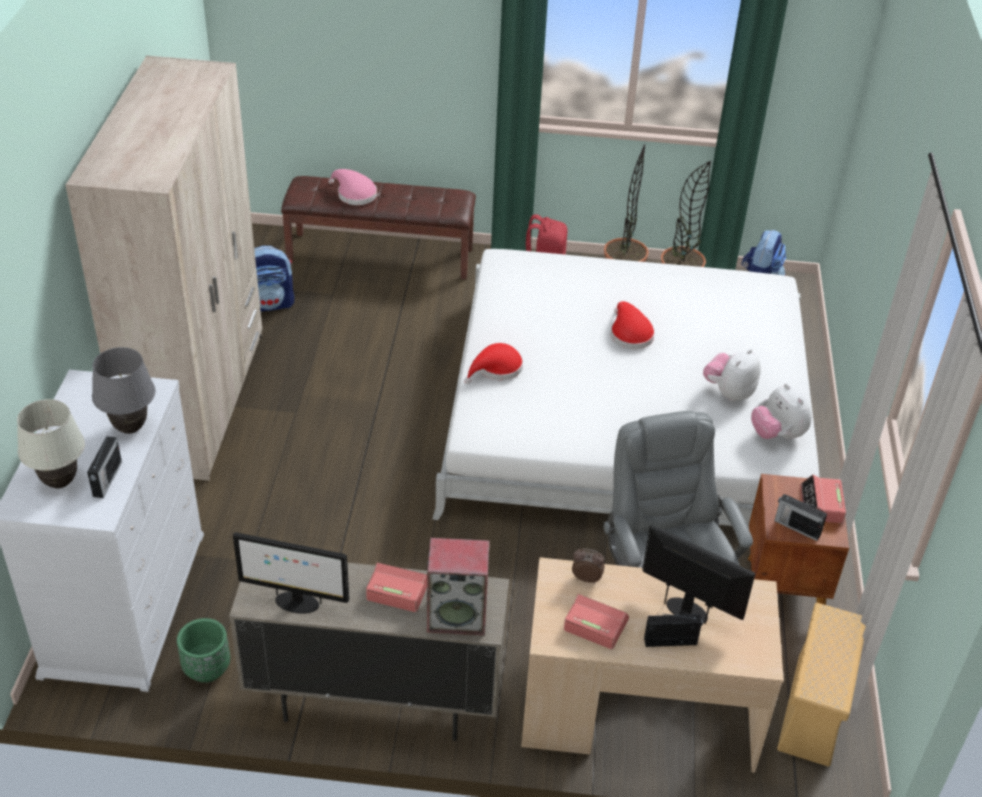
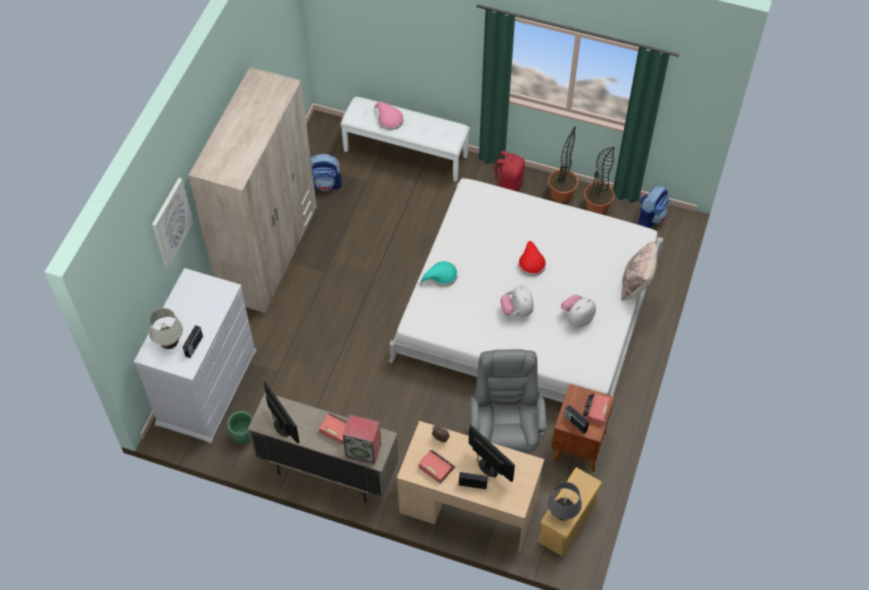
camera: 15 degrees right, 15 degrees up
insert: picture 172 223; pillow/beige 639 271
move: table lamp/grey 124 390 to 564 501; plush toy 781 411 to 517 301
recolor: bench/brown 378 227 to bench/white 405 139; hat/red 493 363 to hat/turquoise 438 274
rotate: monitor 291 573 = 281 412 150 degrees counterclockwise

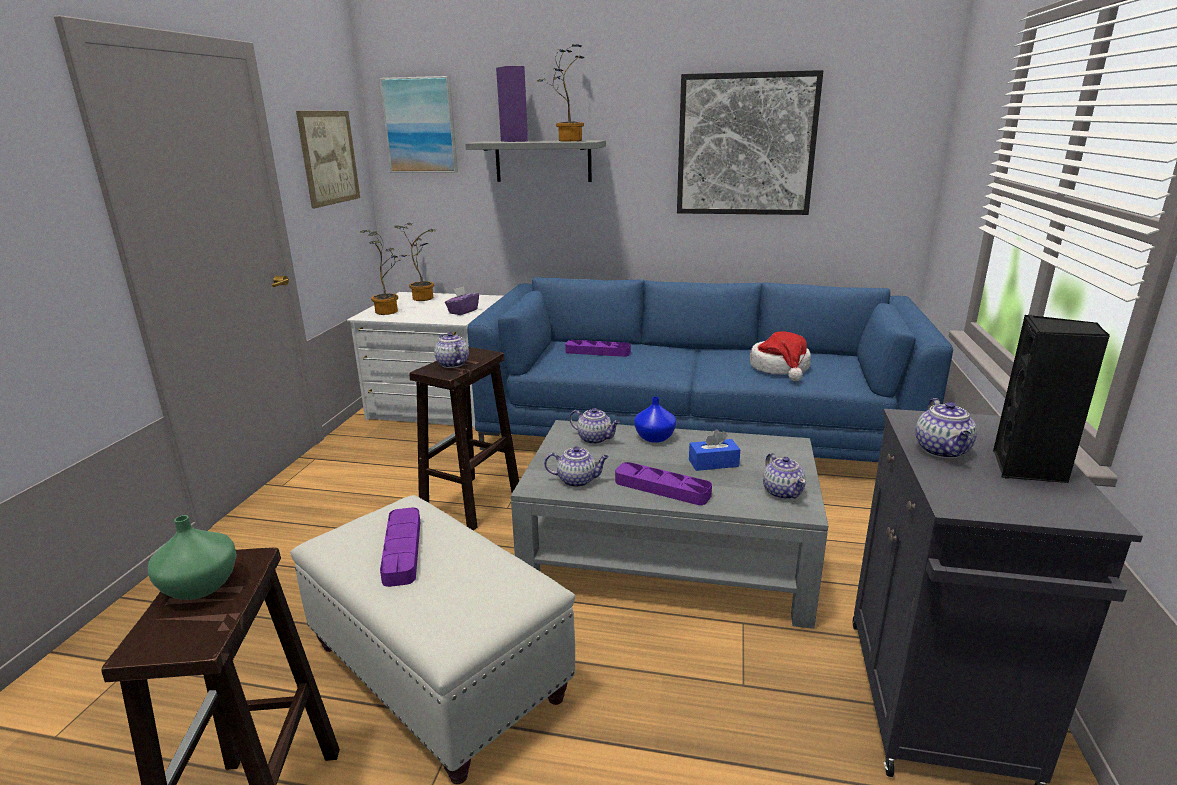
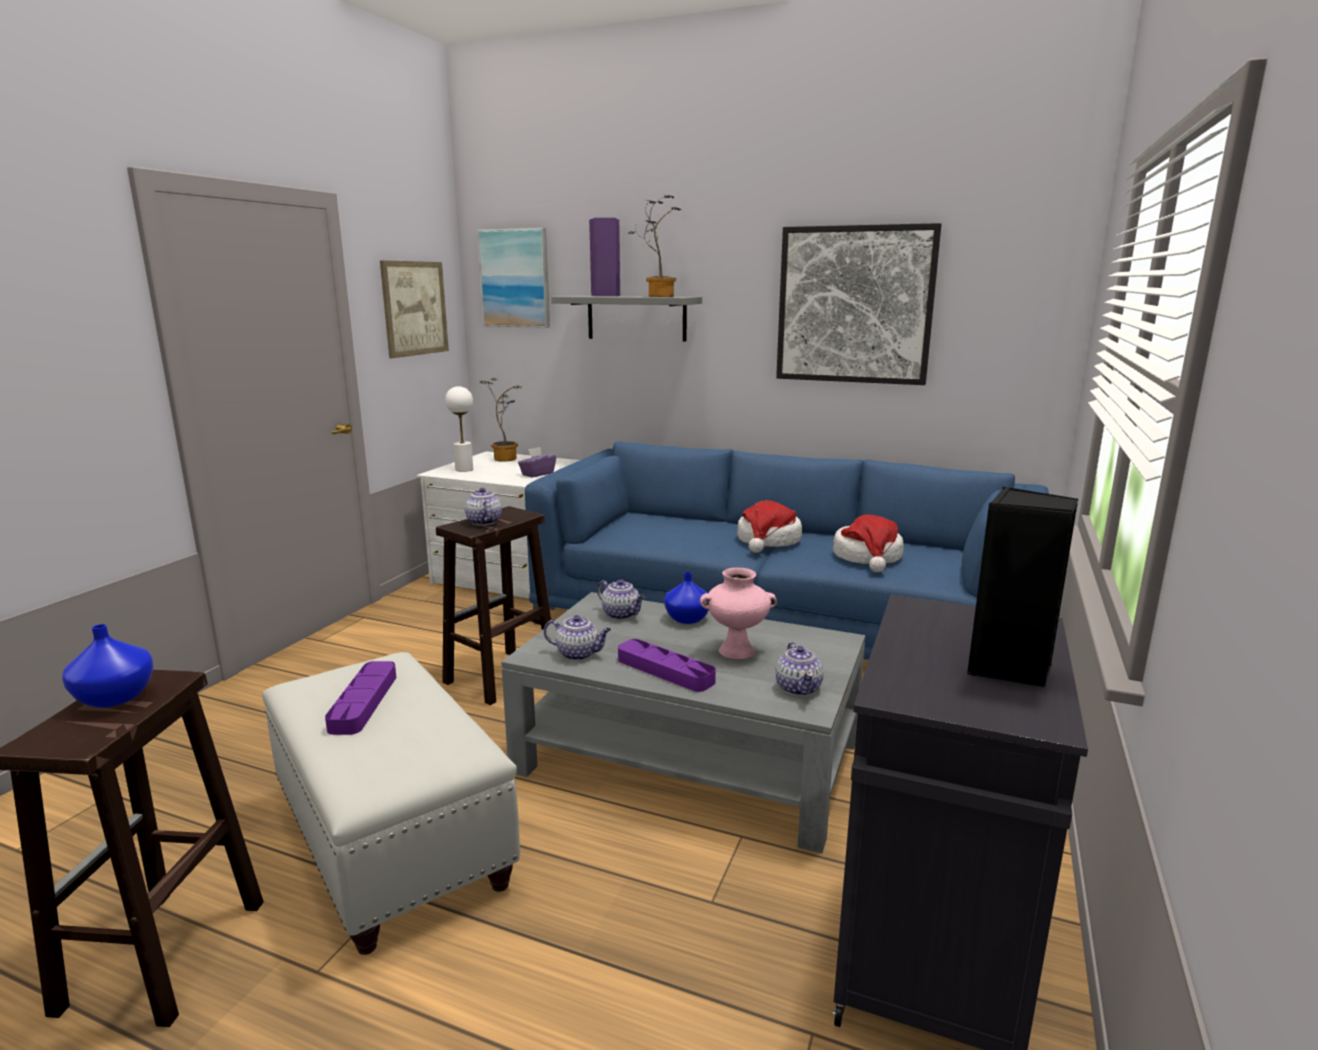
camera: 10 degrees right, 5 degrees down
delete: tray/purple 598 348; teapot 946 428
insert: hat 769 526
replace: potted plant 384 272 to table lamp/white 459 429; tissue box/blue 714 450 to vase/pink 738 613
recolor: vase/green 192 557 to vase/blue 108 666

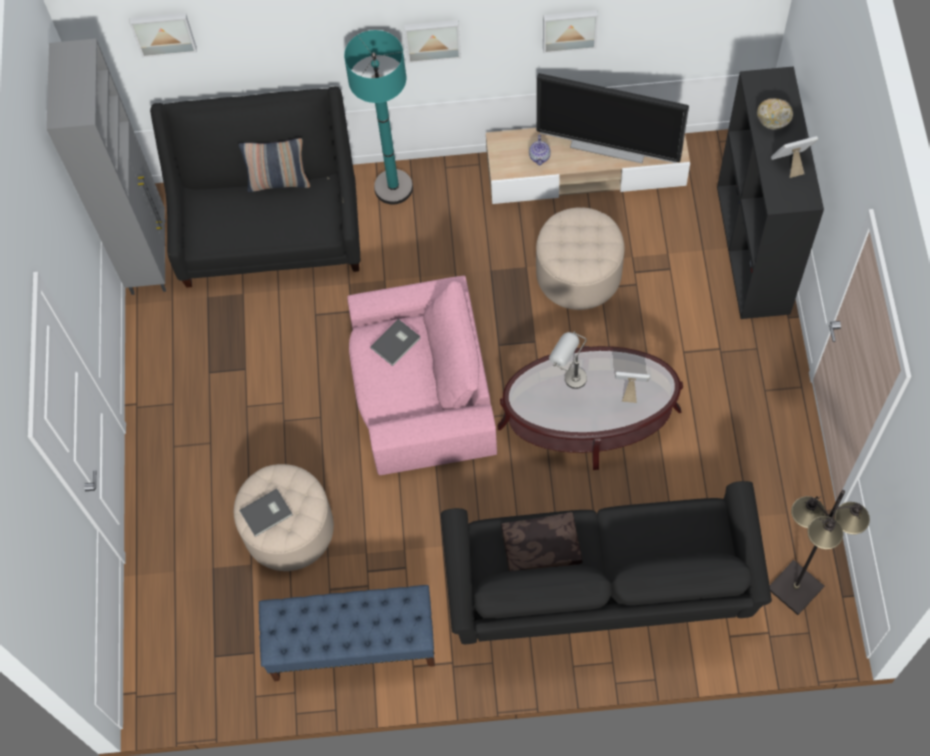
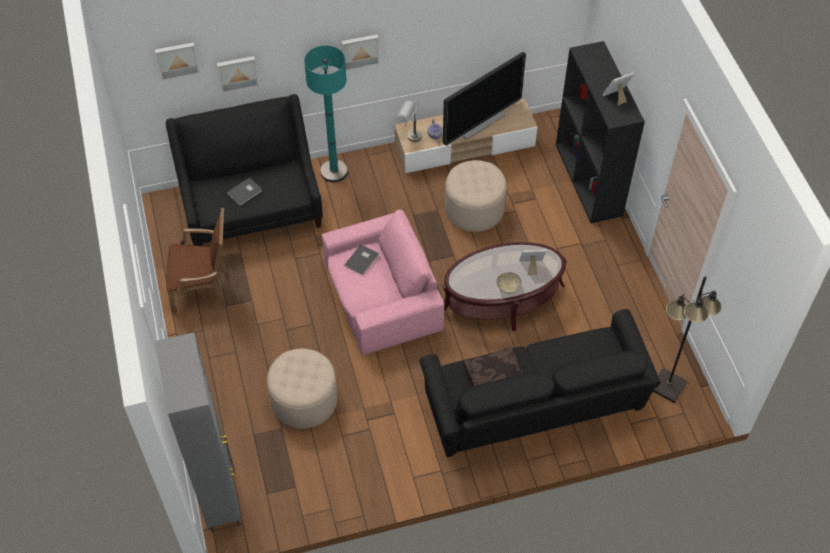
camera: 15 degrees left, 10 degrees down
delete: pillow 274 165; bench/blue 347 633
insert: armchair/brown 196 260
move: cabinet/grey 106 166 to 198 432; book/grey 266 513 to 244 191; picture 570 32 to 238 74; table lamp/grey 568 360 to 409 121; bowl 775 114 to 509 283
rotate: television 612 118 = 484 99 45 degrees counterclockwise

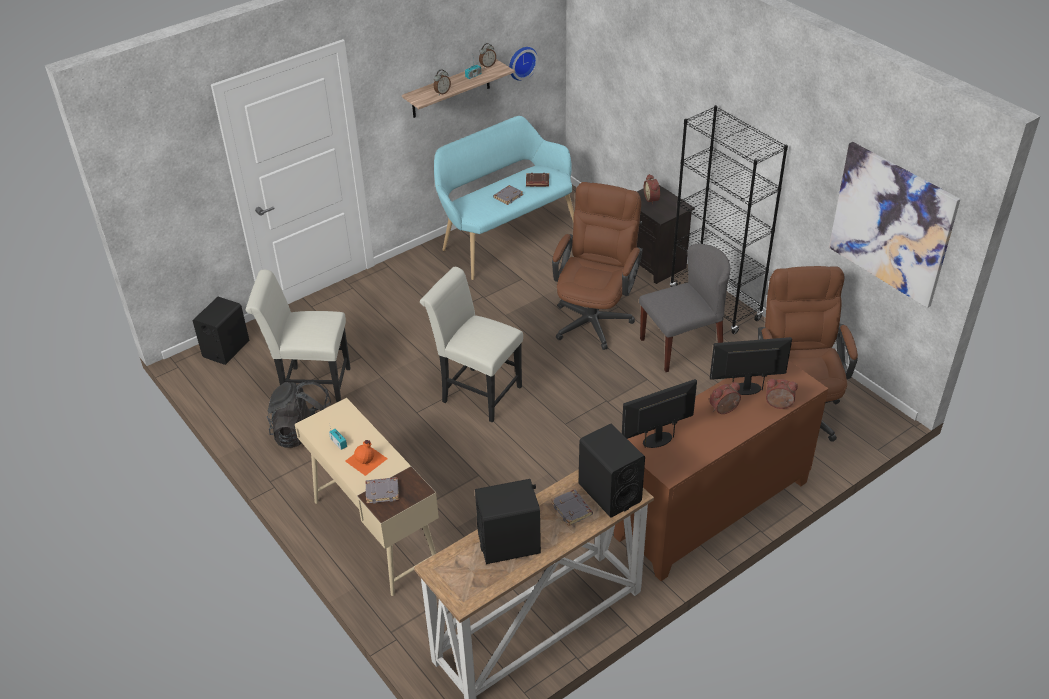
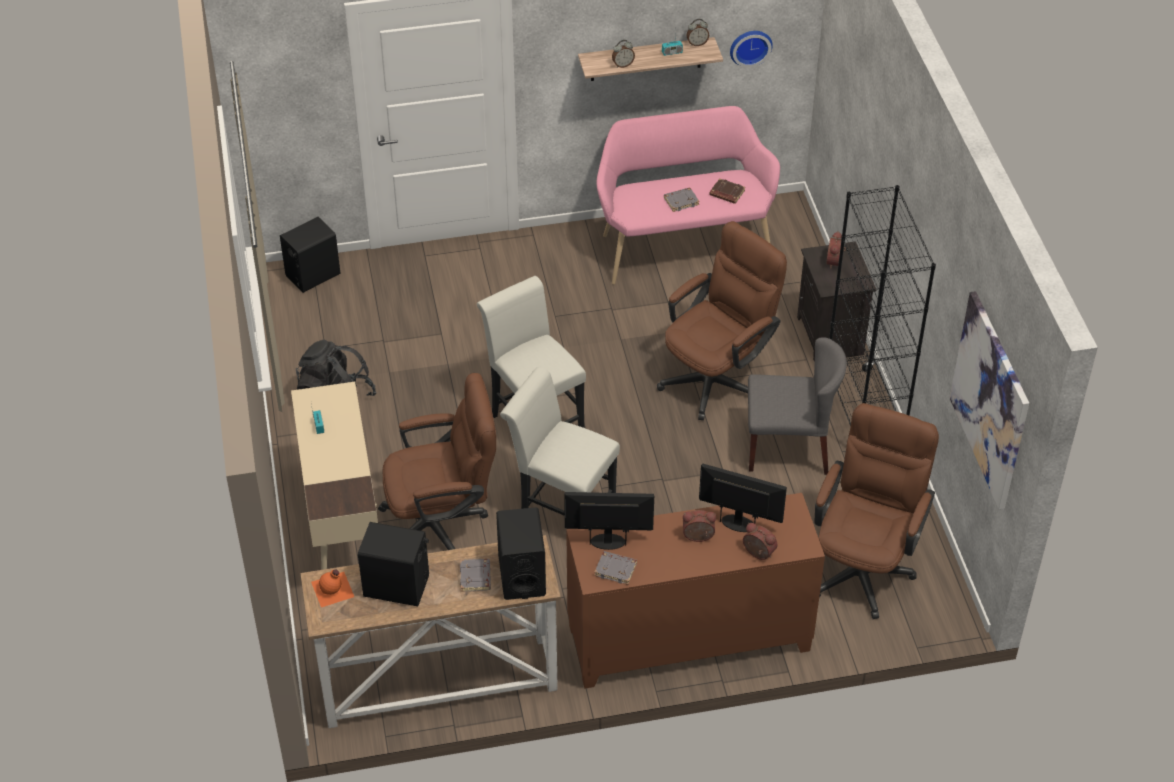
camera: 25 degrees right, 5 degrees up
insert: office chair/brown 437 461
move: chair/white 298 336 to 560 441; bottle/orange 366 458 to 332 588; book/grey 382 490 to 615 568
recolor: bench/turquoise 504 198 to bench/pink 688 195

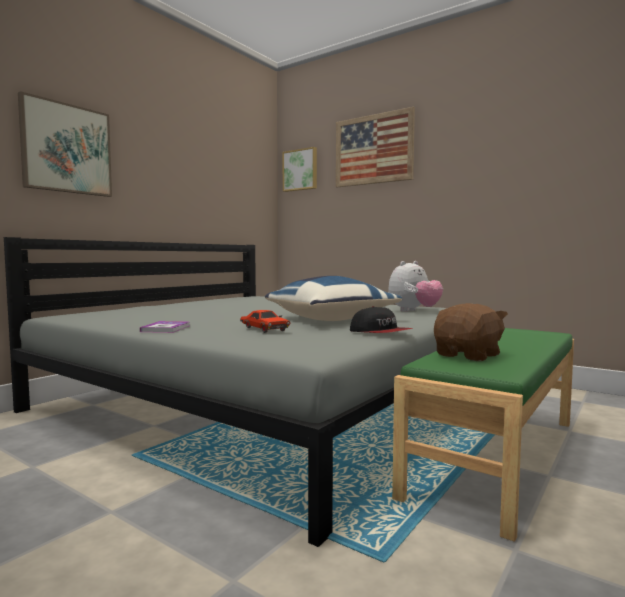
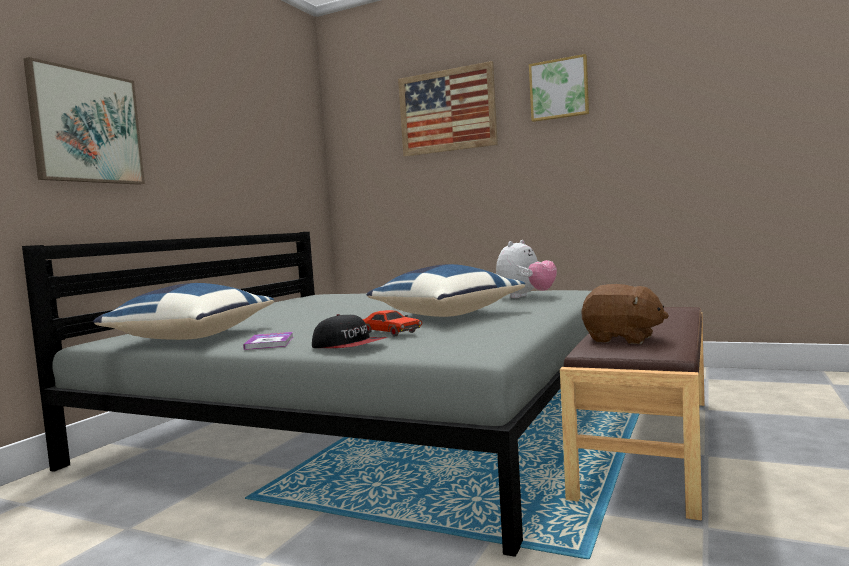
camera: 10 degrees left, 0 degrees up
insert: pillow/blue 183 311
move: picture 300 169 to 559 88; cap 381 319 to 349 331
recolor: bench/green 483 435 to bench/brown 632 413
rotate: plush toy/brown 471 332 = 625 314 90 degrees clockwise

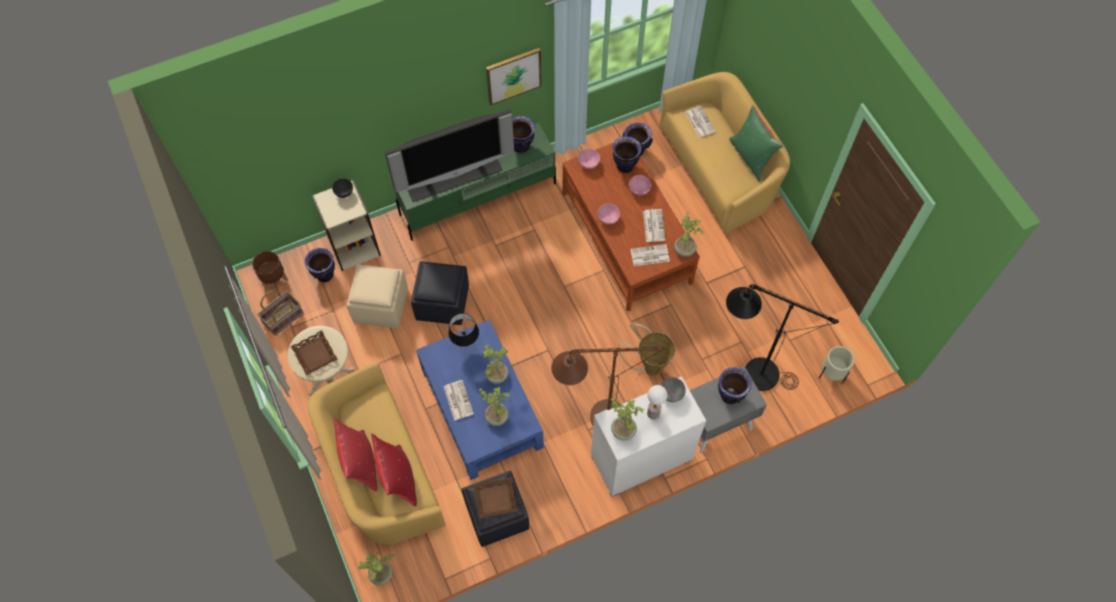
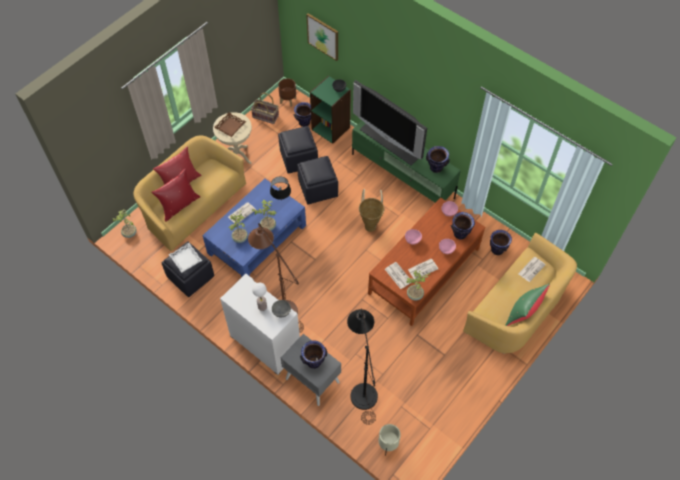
camera: 65 degrees right, 5 degrees down
delete: potted plant 627 419
move: picture 514 76 to 322 37; basket 647 349 to 371 210
recolor: bookcase/beige 346 225 to bookcase/green 330 110; ottoman/beige 377 296 to ottoman/black 298 150; tray/brown 495 498 to tray/white 185 258

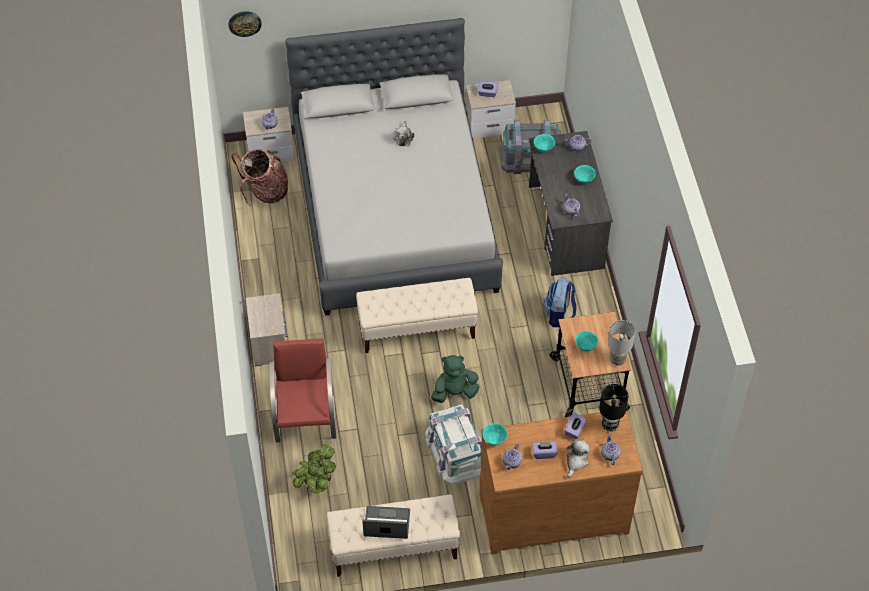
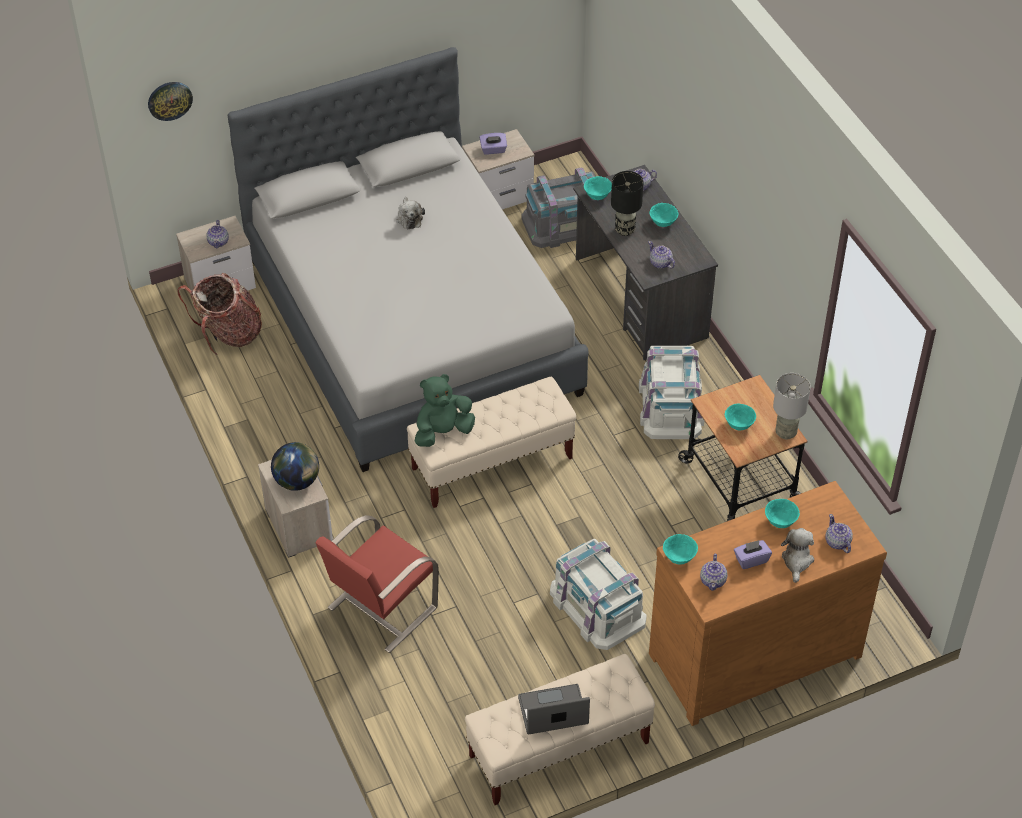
camera: 15 degrees left, 5 degrees down
delete: potted plant 314 468
insert: globe 295 466
move: plush toy/green 455 379 to 445 410; table lamp/black 614 407 to 627 203
replace: backpack 559 302 to storage box/white 671 392; tissue box/purple 576 425 to bowl/turquoise 782 513
rotate: chair/red 303 390 = 377 584 120 degrees counterclockwise

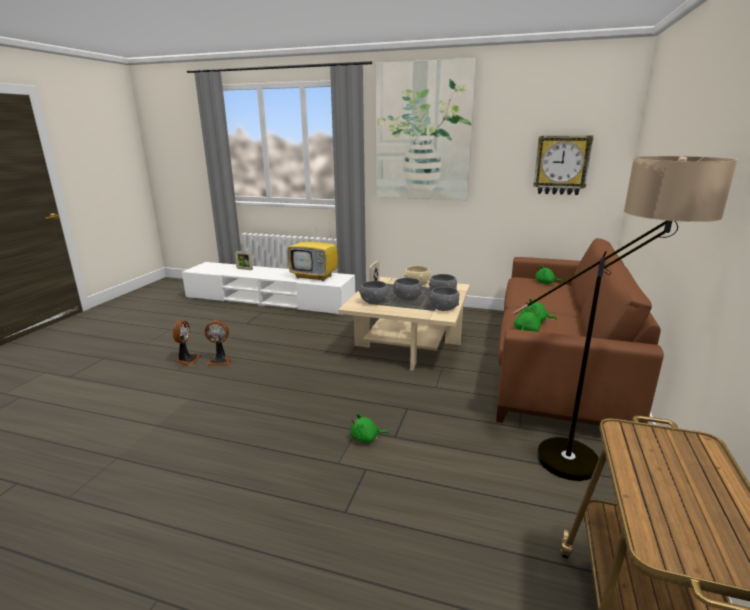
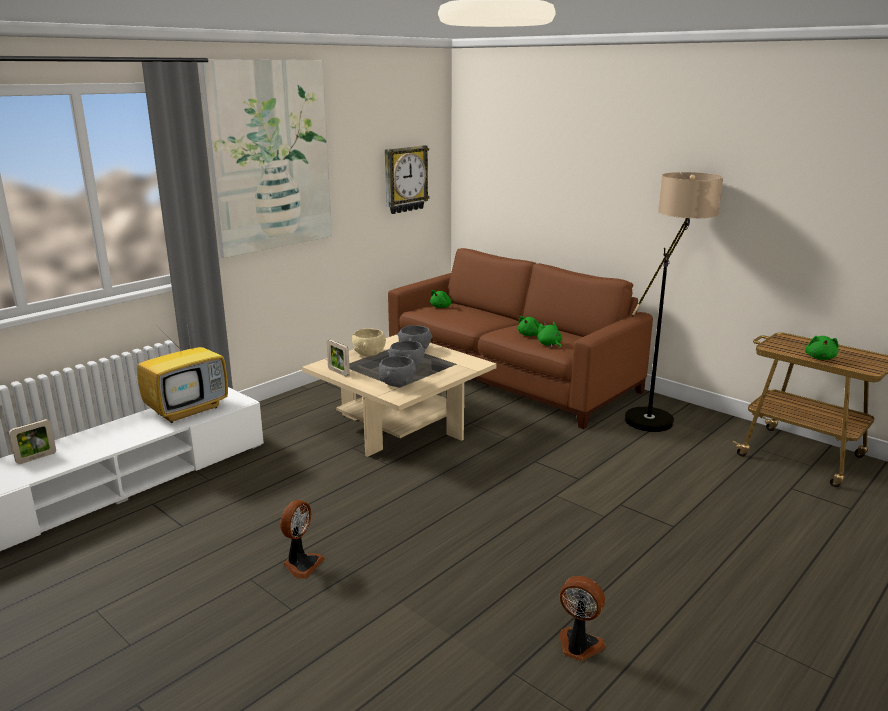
camera: 65 degrees left, 0 degrees up
delete: bowl/grey 445 299
move: fan 187 343 to 583 618; plush toy/green 370 428 to 822 348

